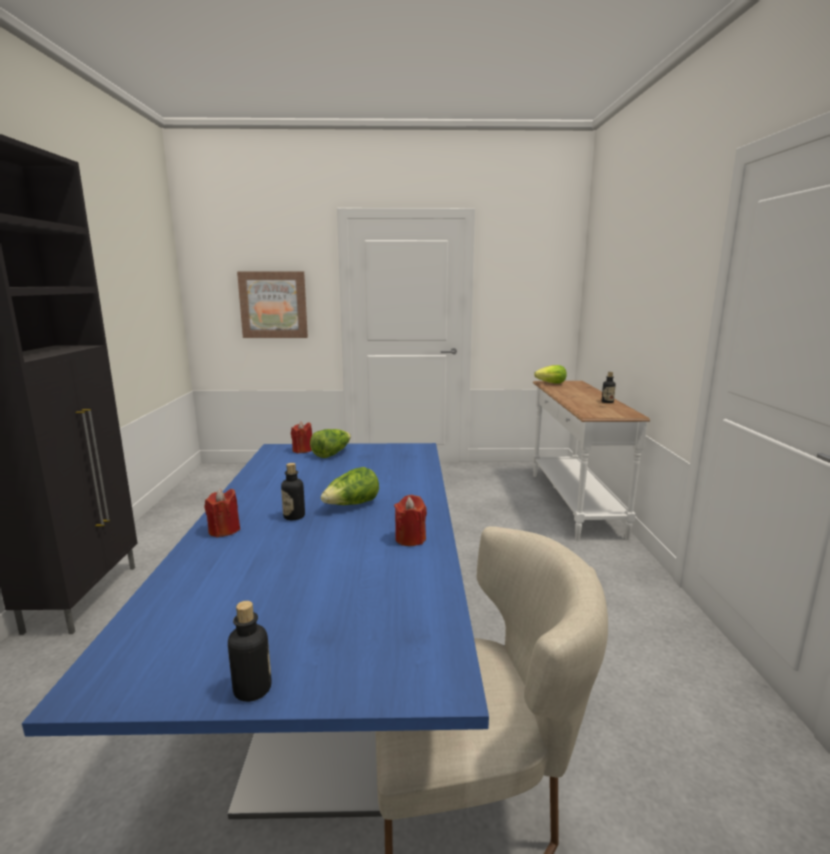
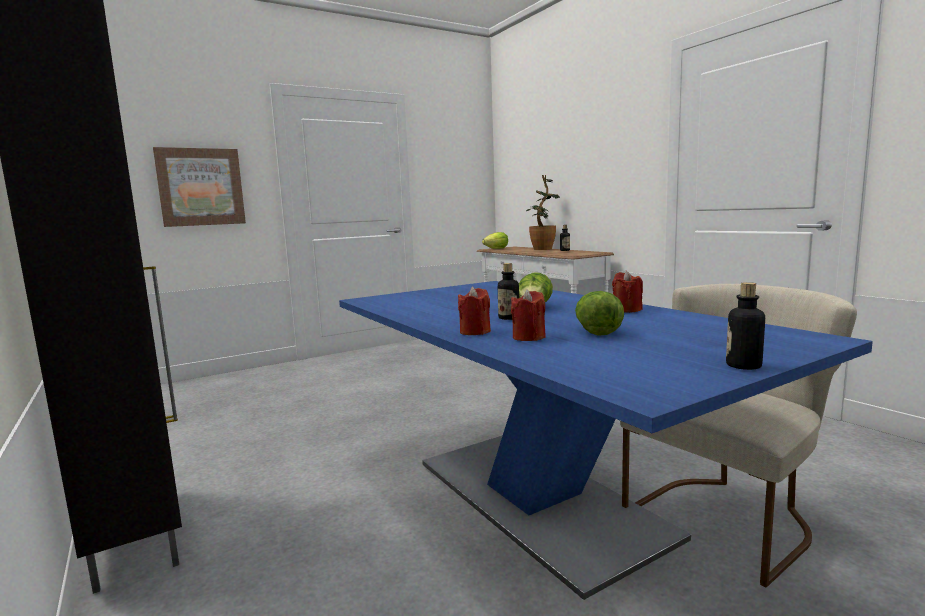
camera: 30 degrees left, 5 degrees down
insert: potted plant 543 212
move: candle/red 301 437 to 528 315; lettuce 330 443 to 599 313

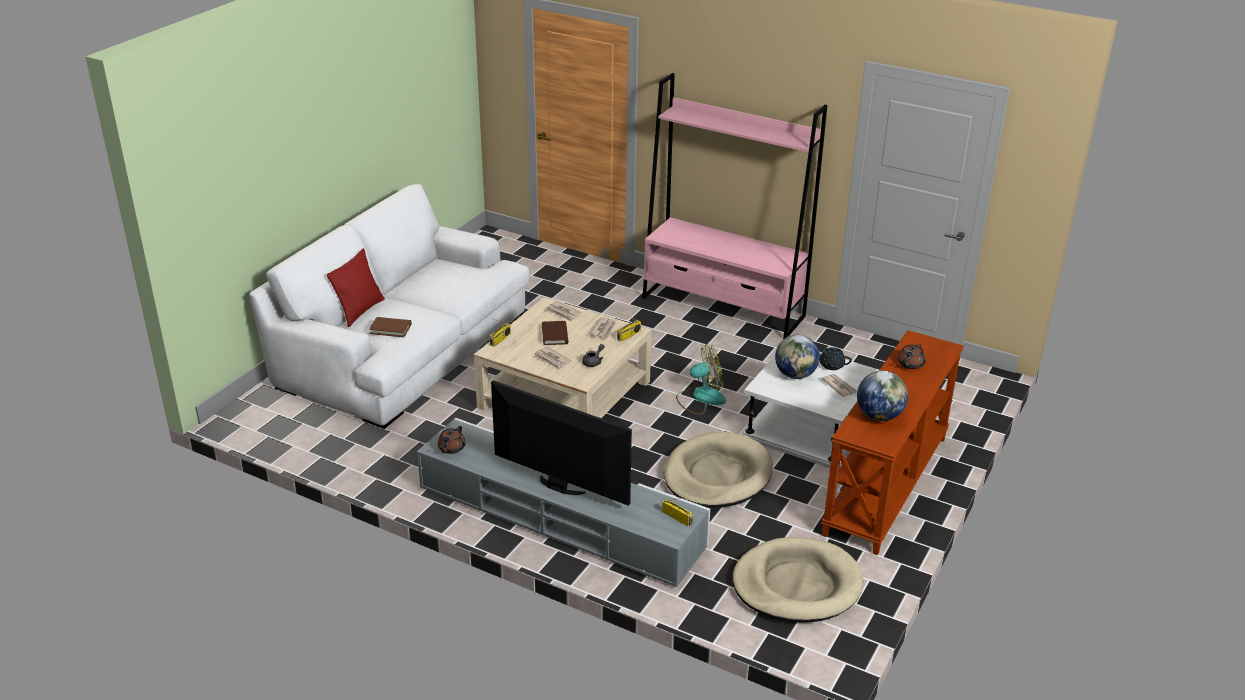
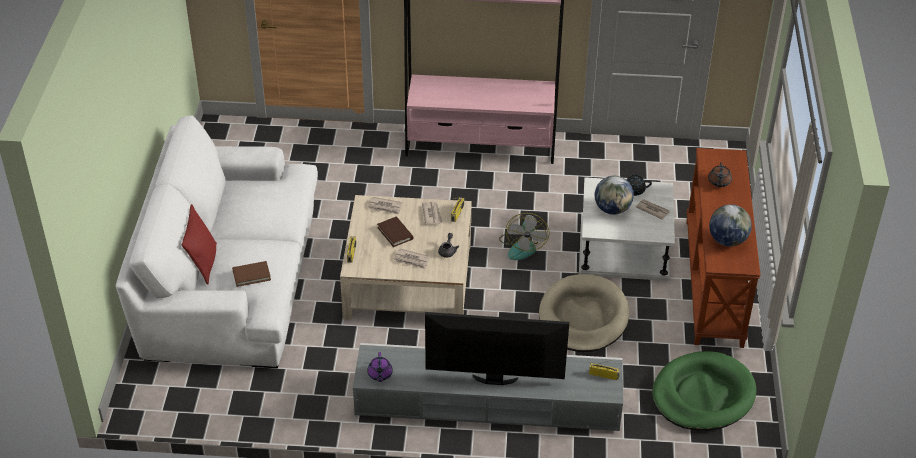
camera: 25 degrees left, 10 degrees up
recolor: teapot/brown 452 440 to teapot/purple 380 367; dog bed/beige 797 580 to dog bed/green 704 391
rotate: fan 701 380 = 524 236 135 degrees clockwise

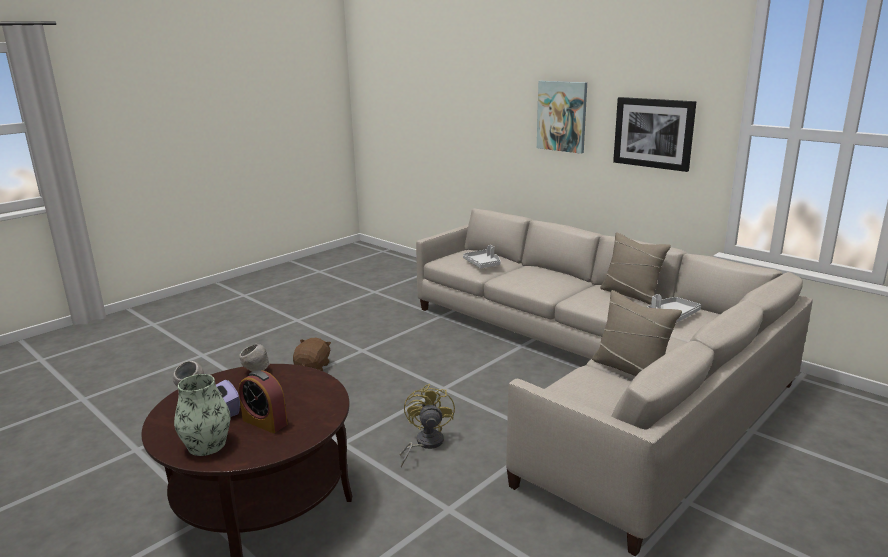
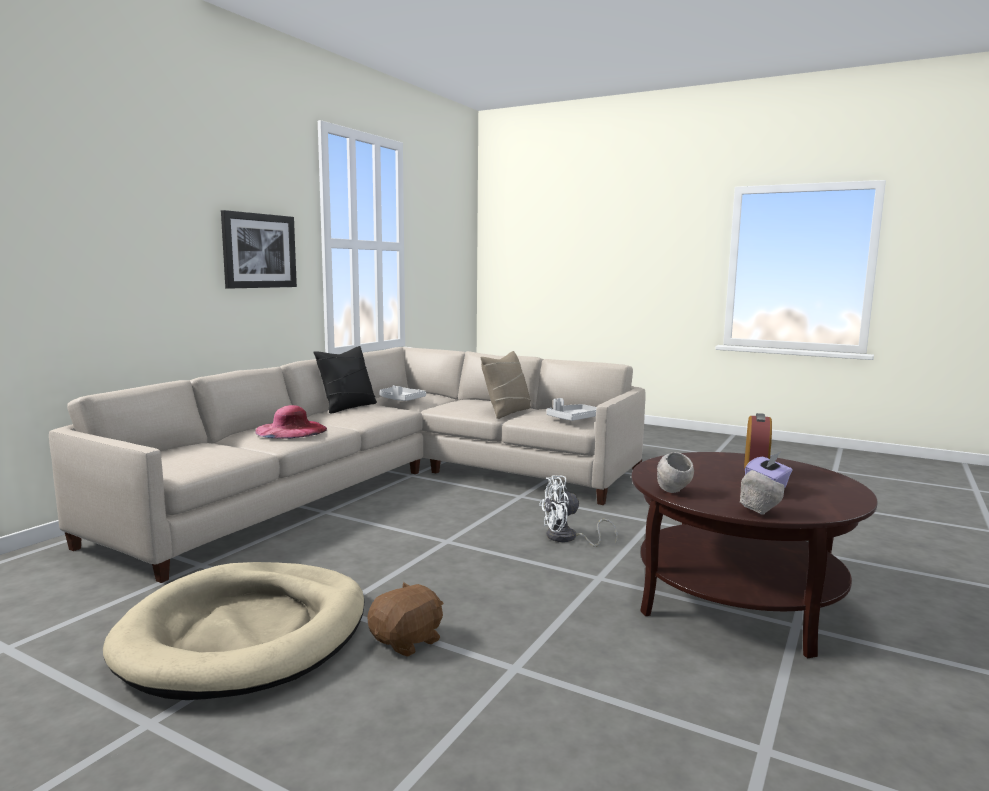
camera: 105 degrees left, 10 degrees down
delete: vase 202 415; picture 562 117
insert: dog bed/beige 233 631; hat/pink 291 421
move: tray/grey 482 256 to 571 409
recolor: fan/yellow 427 426 to fan/white 578 511; pillow/beige 635 268 to pillow/black 345 379
rotate: plush toy/brown 312 354 = 405 619 135 degrees clockwise

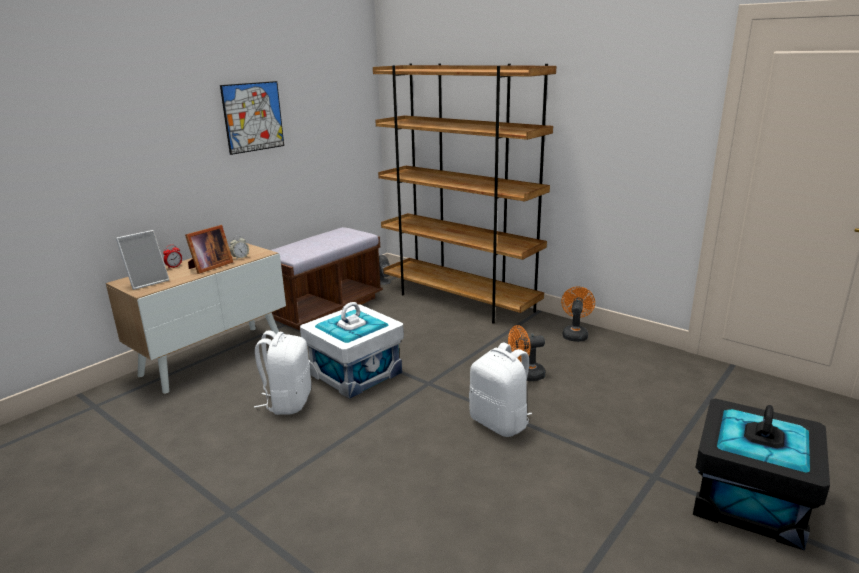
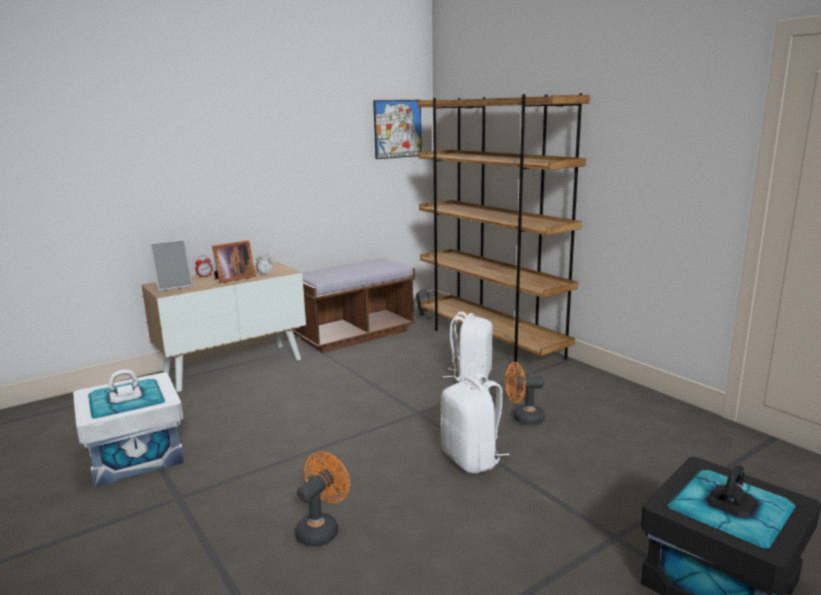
camera: 15 degrees right, 5 degrees down
move: picture 252 118 to 397 129; backpack/white 282 372 to 468 348; storage box/white 352 350 to 129 428; fan/orange 578 314 to 322 499

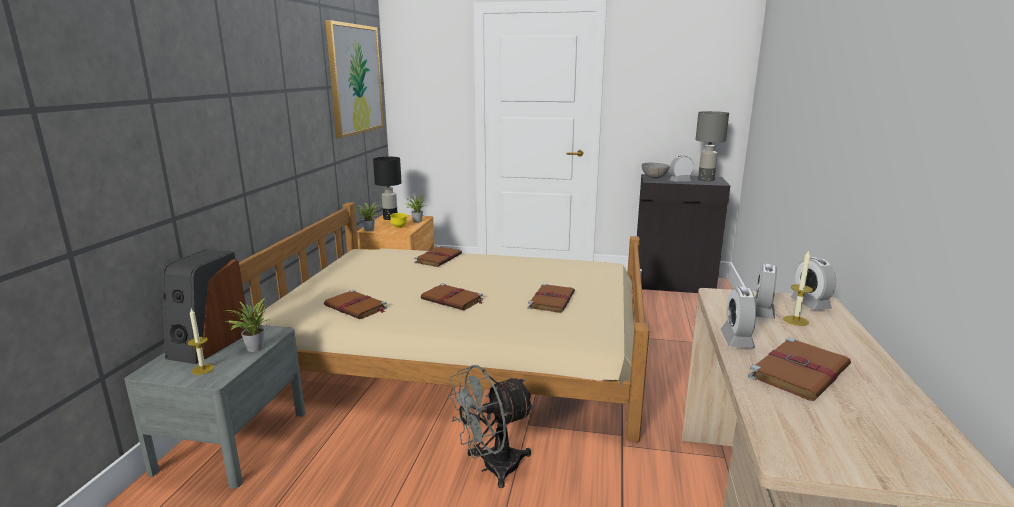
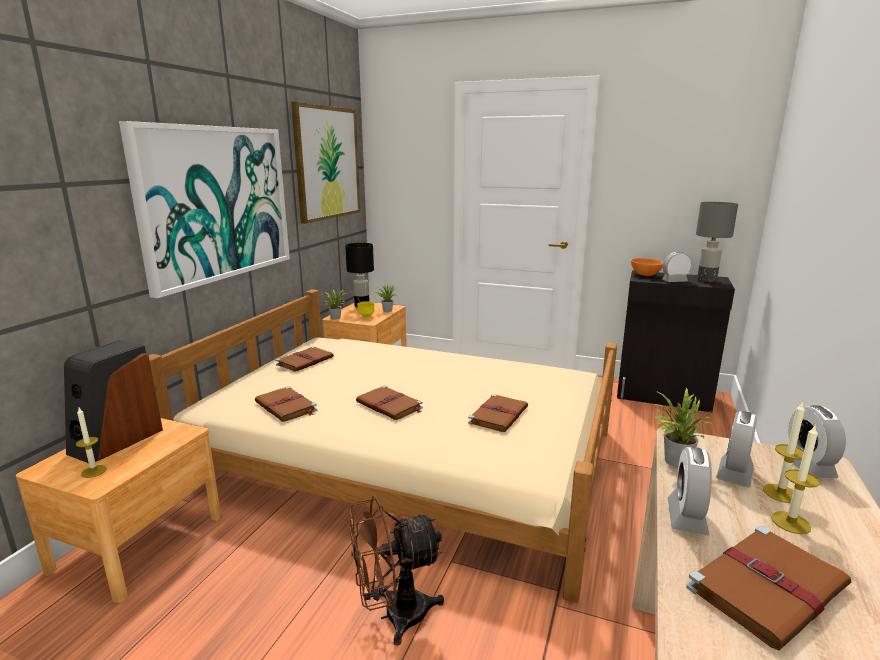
camera: 10 degrees right, 0 degrees up
insert: picture 204 209; candle 795 480
move: potted plant 247 325 to 683 427; book/brown 438 256 to 305 359
recolor: nightstand/grey 214 407 to nightstand/brown 118 510; fan/grey 491 426 to fan/brown 396 571; bowl/grey 655 170 to bowl/orange 647 267

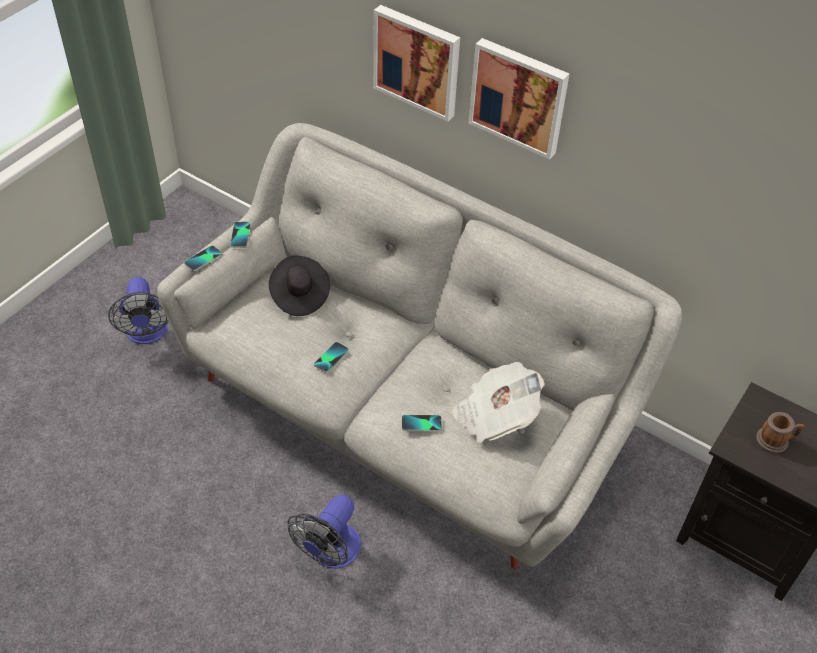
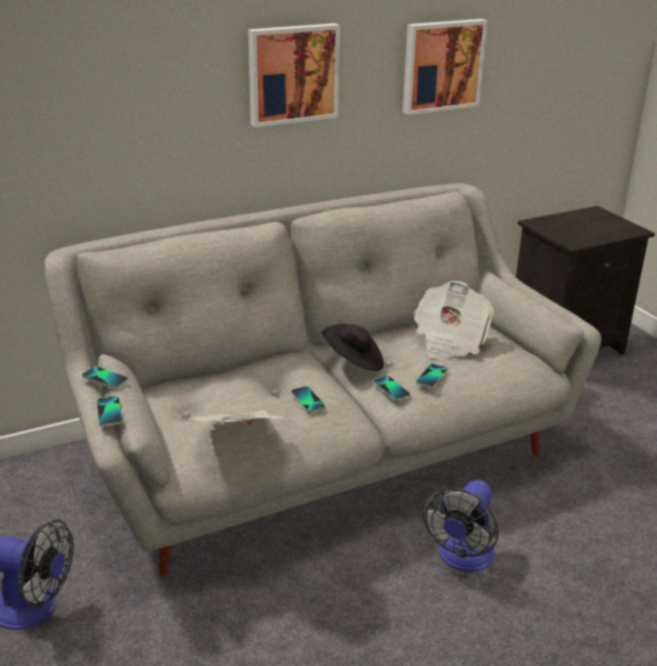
camera: 60 degrees left, 20 degrees down
delete: mug 780 432
insert: newspaper 238 419; phone 391 388
move: hat/black 299 286 to 353 347; picture 416 63 to 445 67
rotate: fan 324 532 = 460 526 60 degrees clockwise

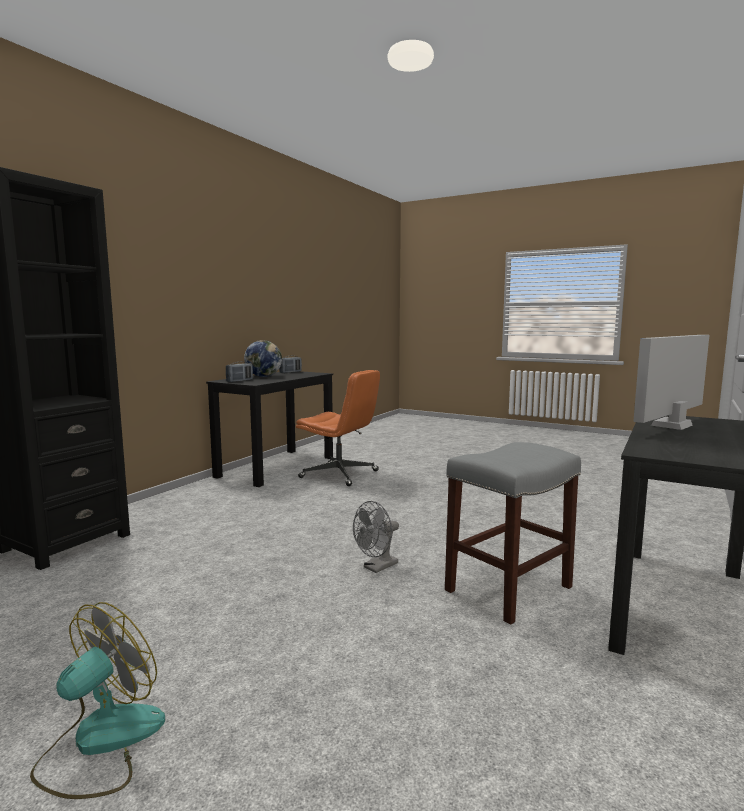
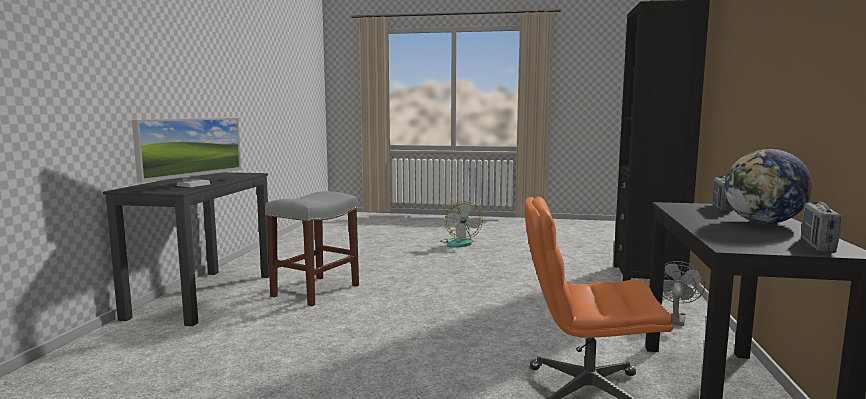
camera: 160 degrees right, 0 degrees up
move: fan/grey 376 537 to 684 293

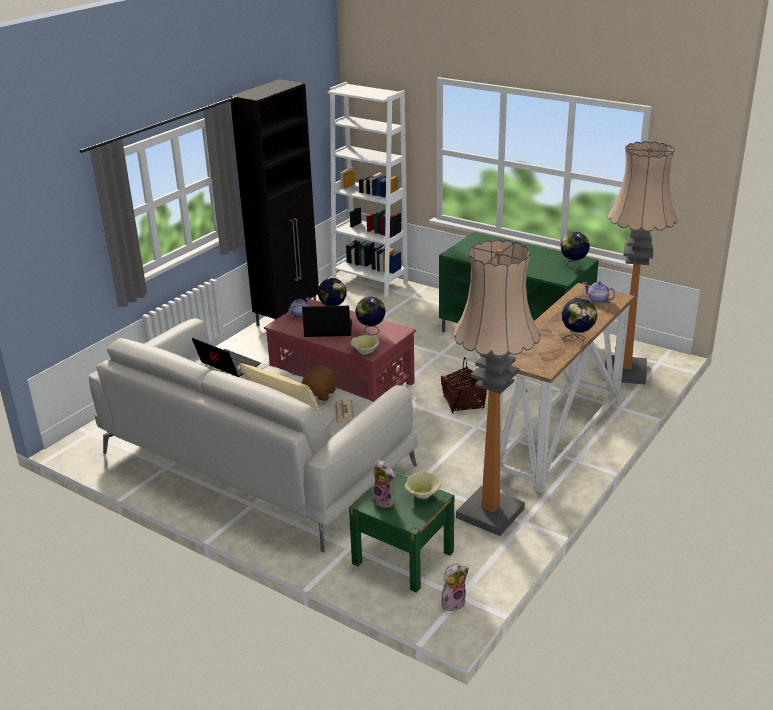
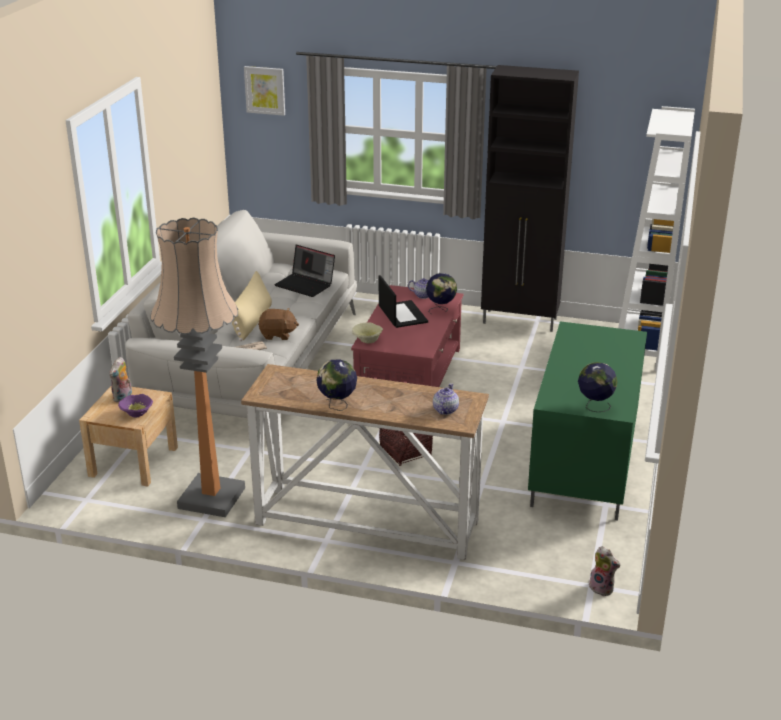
camera: 70 degrees right, 0 degrees up
delete: globe 370 315; floor lamp 641 263
insert: picture 264 91
move: plush toy 455 587 to 604 571
recolor: nightstand/green 401 532 to nightstand/beige 128 435; bowl/beige 423 485 to bowl/purple 135 406
rotate: laptop 226 357 = 304 271 105 degrees clockwise

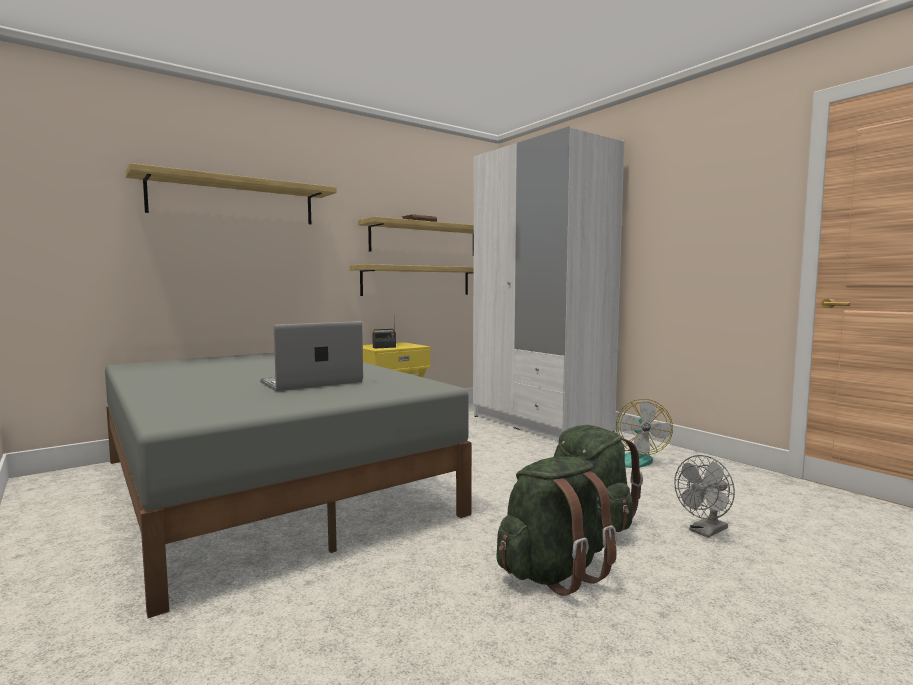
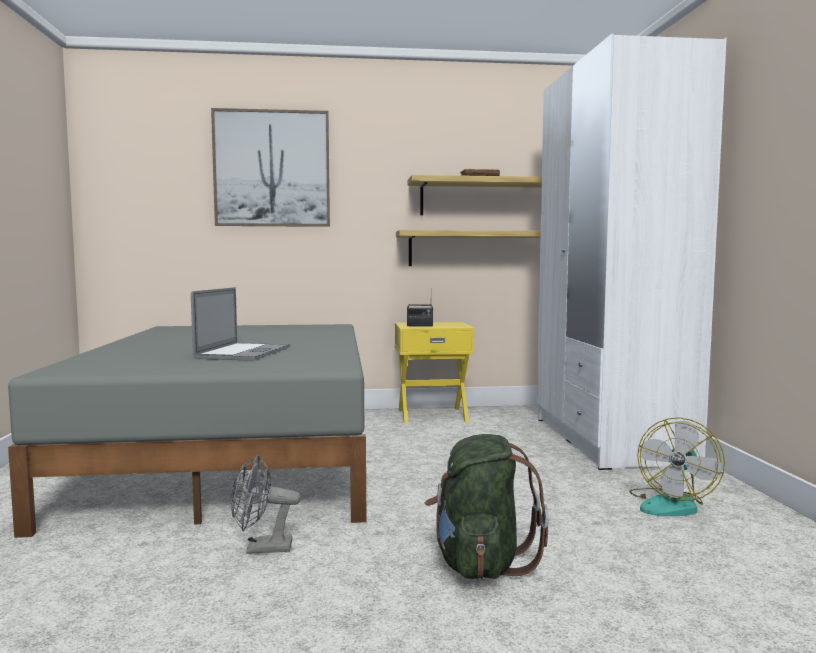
camera: 30 degrees right, 0 degrees up
delete: backpack/green 556 526
move: fan/grey 704 496 to 266 504
replace: shelf 231 193 to picture 270 167
rotate: laptop 311 356 = 240 324 105 degrees clockwise

